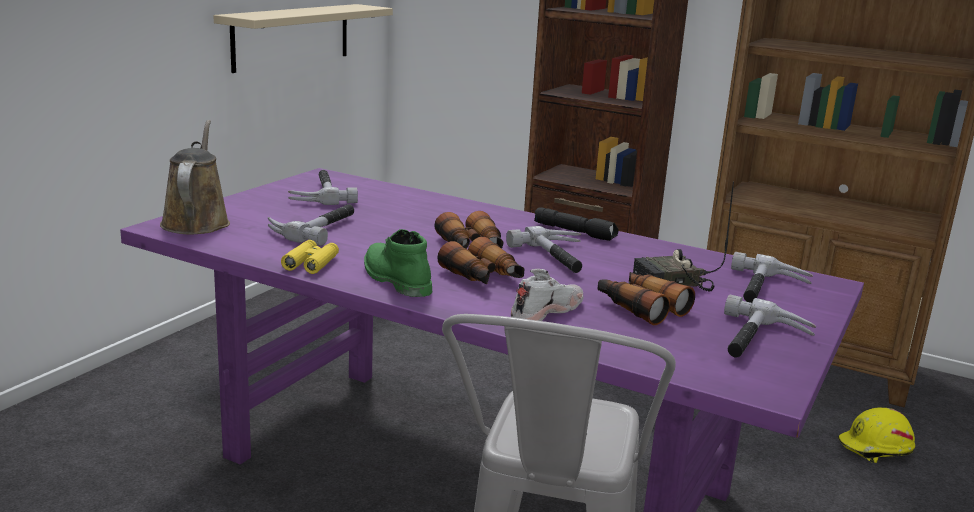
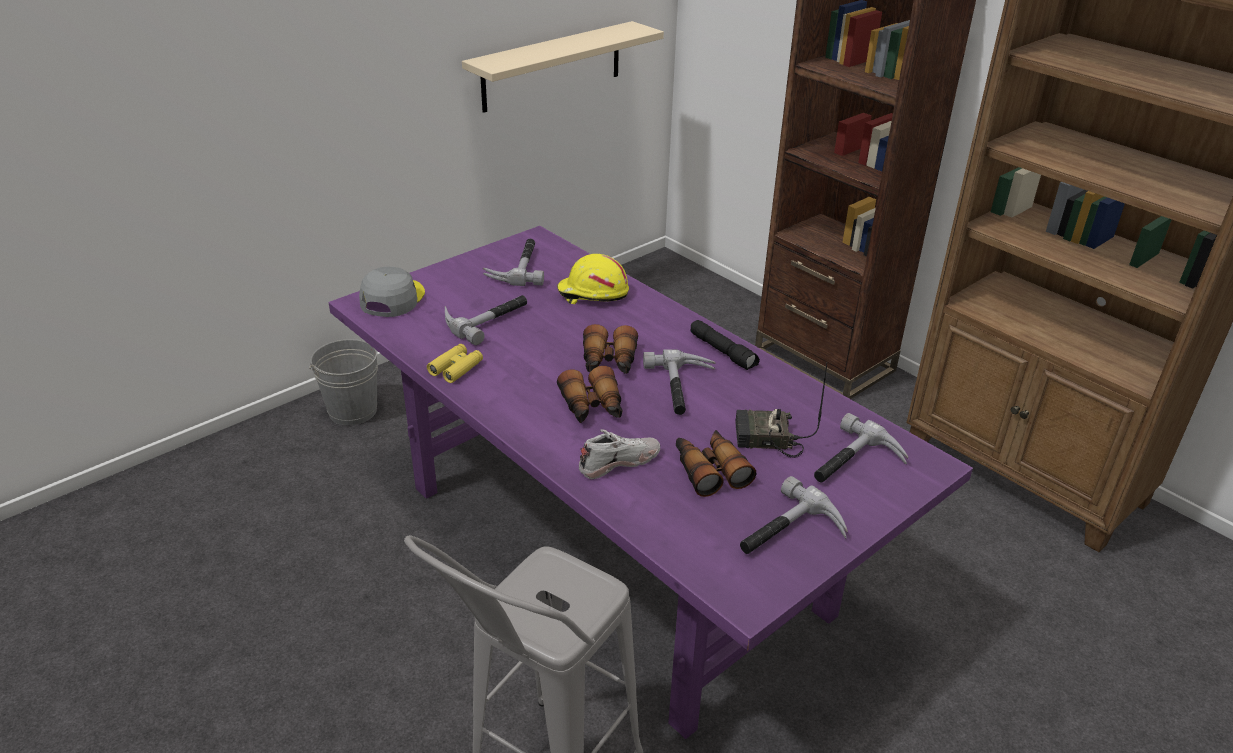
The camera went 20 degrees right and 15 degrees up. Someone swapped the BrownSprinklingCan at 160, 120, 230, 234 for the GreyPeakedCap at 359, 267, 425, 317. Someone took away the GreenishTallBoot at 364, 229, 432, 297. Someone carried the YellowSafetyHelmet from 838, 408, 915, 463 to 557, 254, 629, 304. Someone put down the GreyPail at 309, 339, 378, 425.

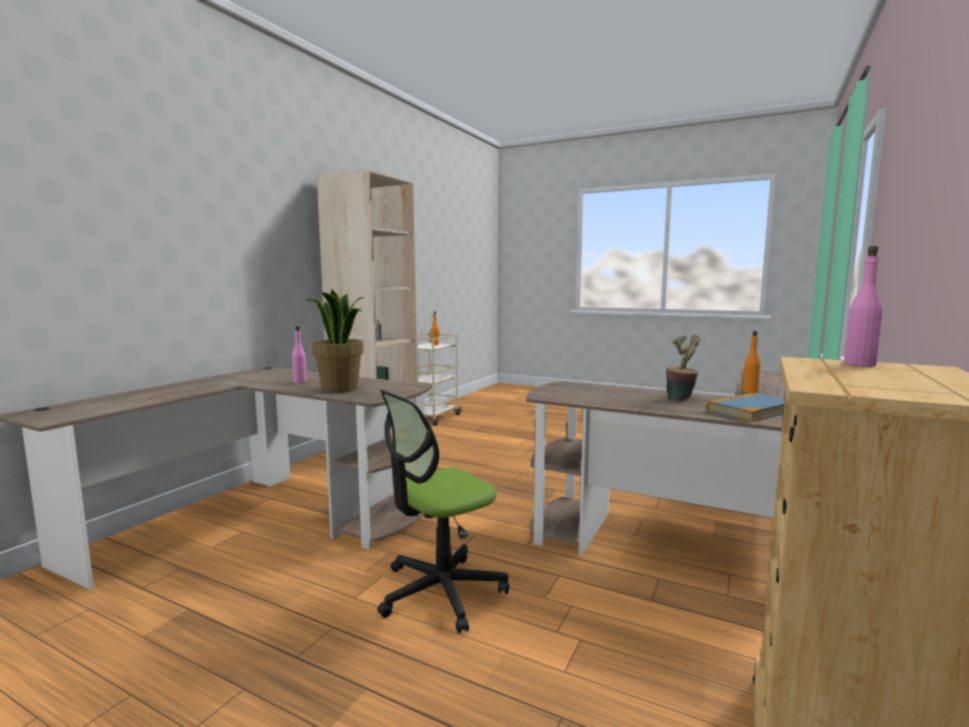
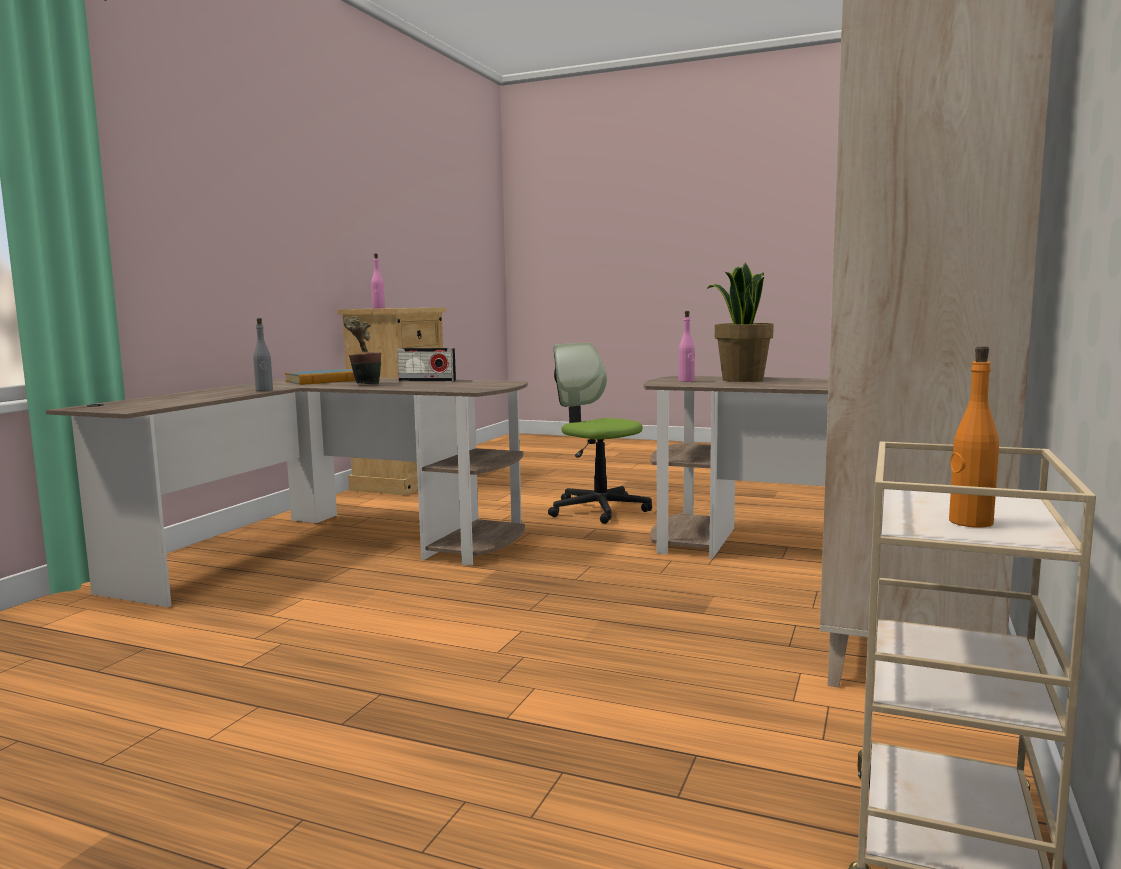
The camera went 175 degrees right and 0 degrees up. Someone carried the PinkColouredDrinkBottle from 292, 326, 307, 383 to 679, 311, 695, 382. Someone rotated the ComputerChair at 377, 389, 509, 633 by 90 degrees counterclockwise. Someone repainted the OrangeColouredDrinkBottle at 742, 331, 760, 393, which became the GreyDrinkBottle at 253, 318, 273, 391. Someone put down the Radio at 397, 348, 456, 382.

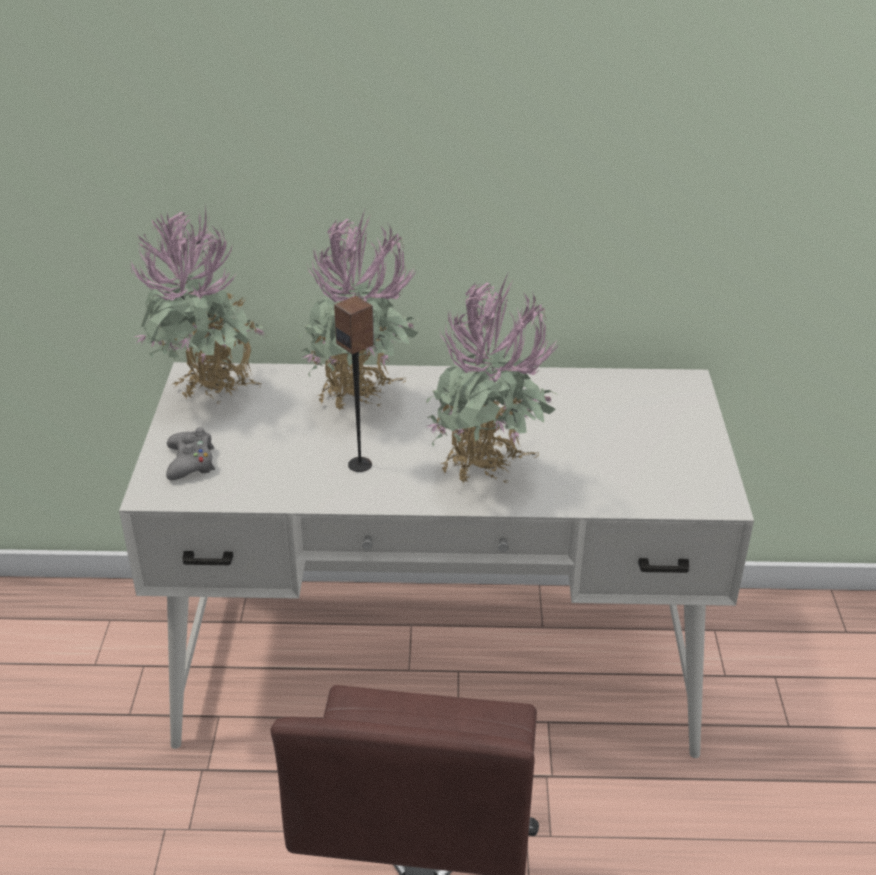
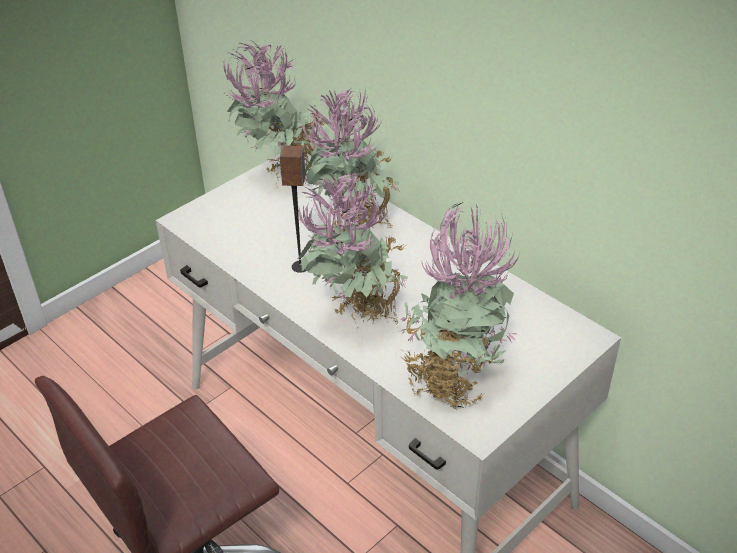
The camera went 45 degrees right and 5 degrees up. Someone took away the GreyGamepad at 166, 427, 215, 480. Someone put down the PottedPlant at 400, 202, 520, 408.

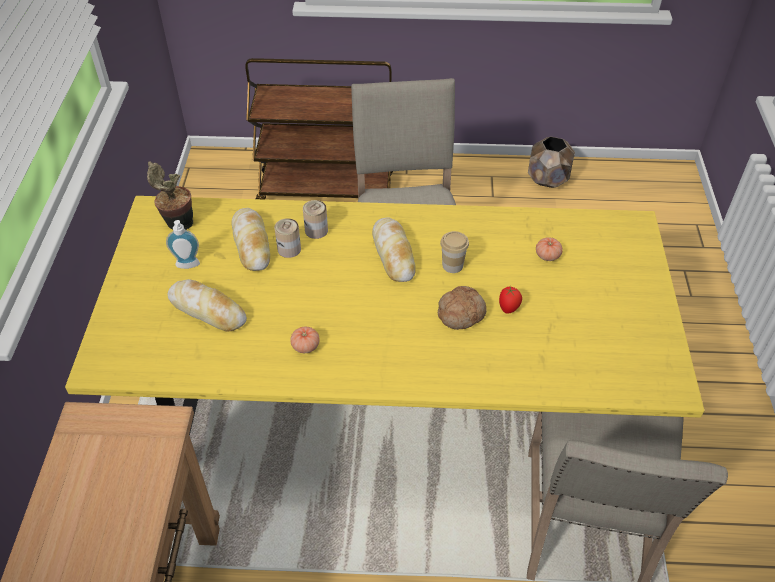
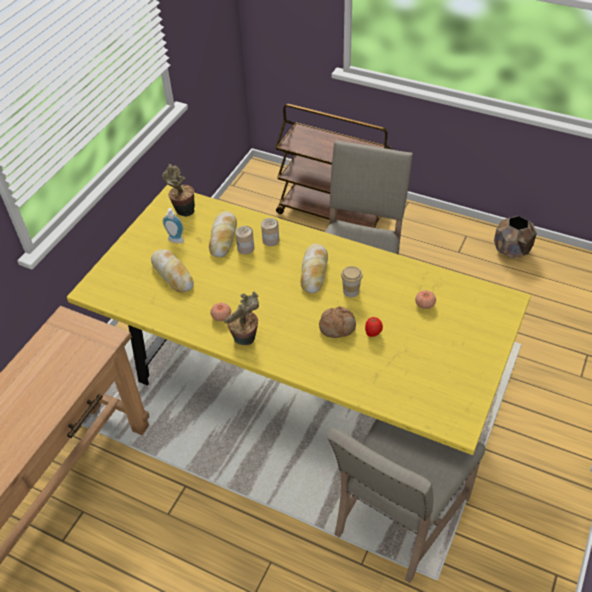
The camera went 25 degrees right and 0 degrees up. Someone put down the PottedPlant at 224, 292, 259, 345.

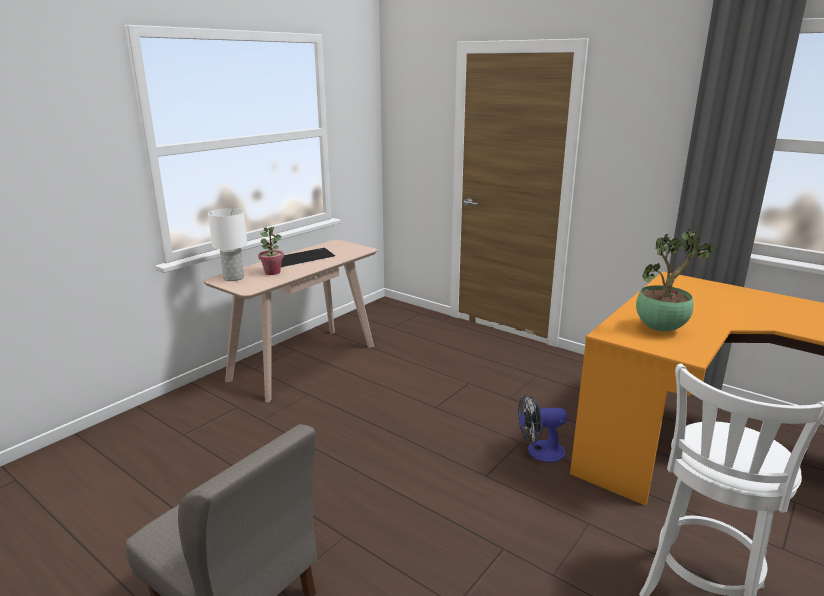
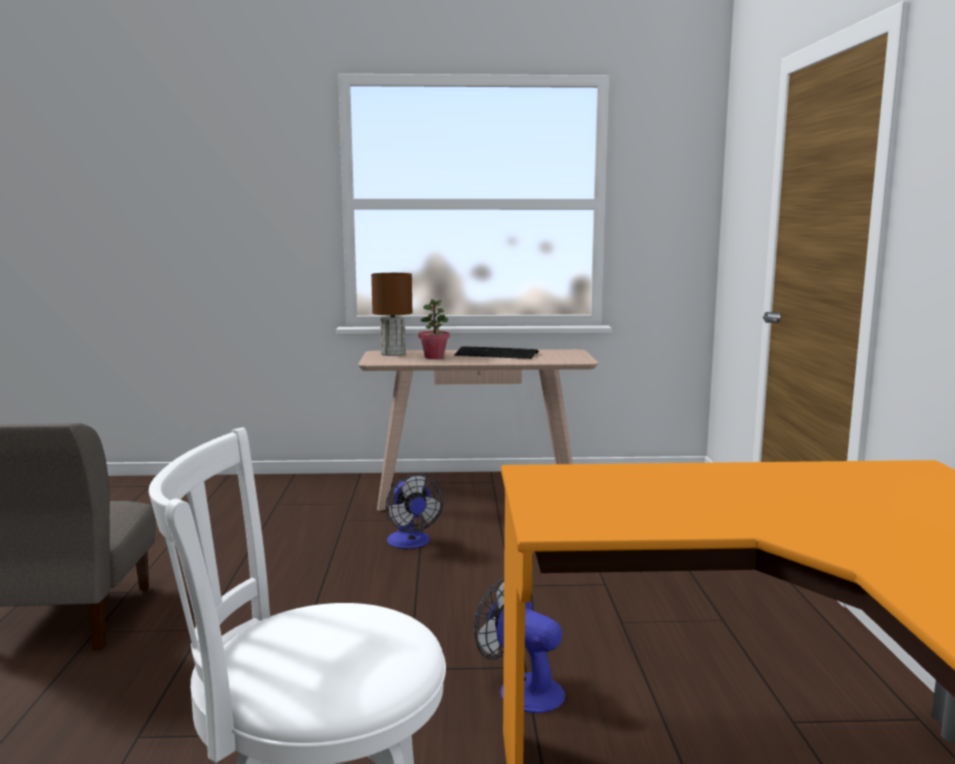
The camera went 50 degrees right and 10 degrees down. Someone repainted the WhitishTableLamp at 208, 208, 247, 281, which became the BrownTableLamp at 371, 273, 412, 356. Someone took away the PottedPlant at 636, 229, 716, 332. Someone put down the Fan at 386, 474, 444, 549.

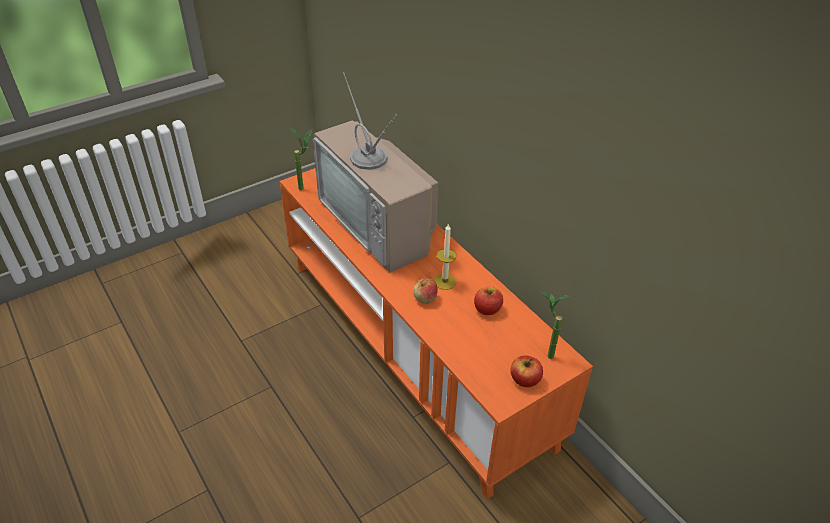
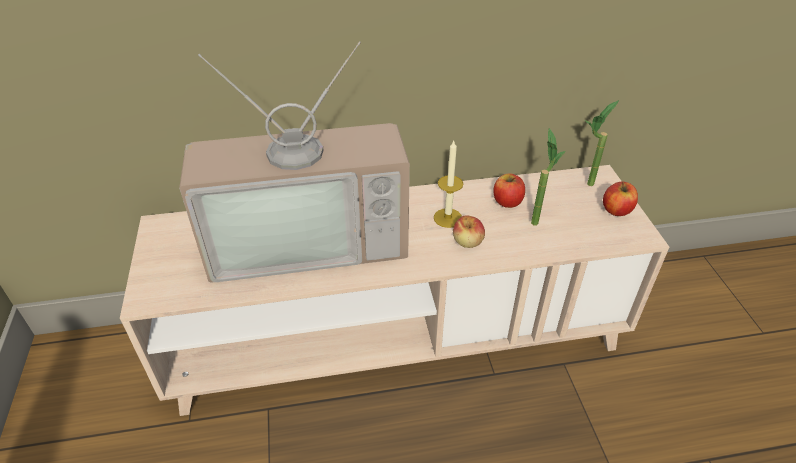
The camera went 65 degrees left and 0 degrees up. Someone repainted the OrangeColouredTvUnit at 279, 168, 593, 499, which became the BeigeColouredTvUnit at 120, 165, 669, 416. Someone carried the PottedPlant from 290, 128, 312, 190 to 531, 128, 566, 225.

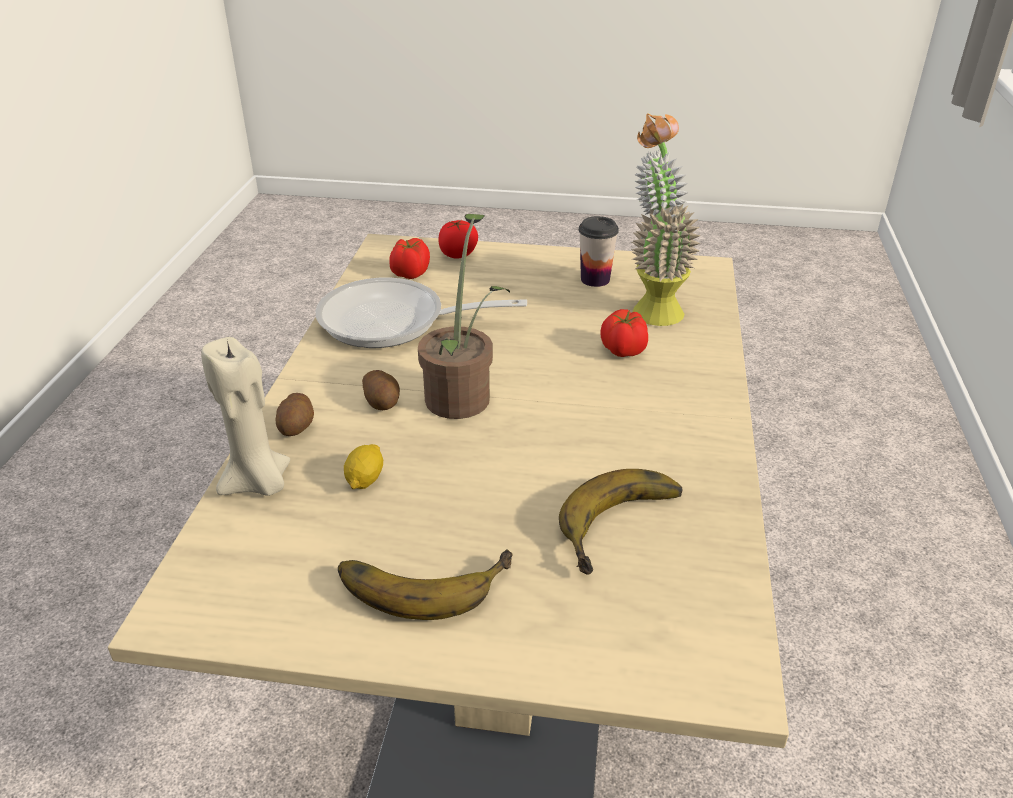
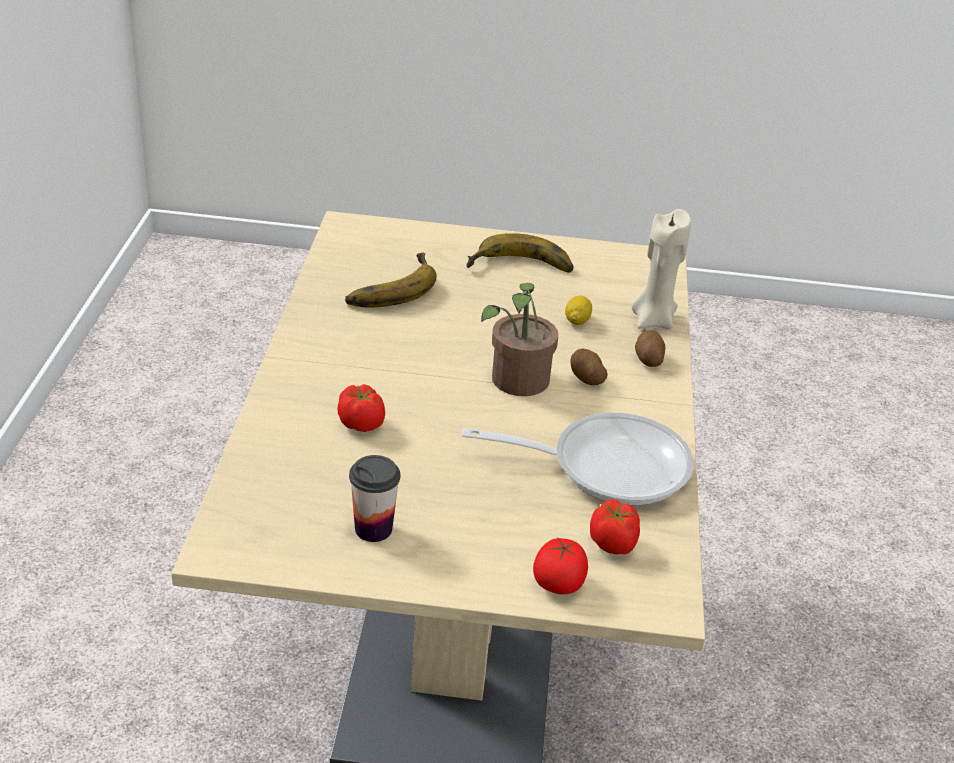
The camera went 175 degrees right and 0 degrees up. Someone took away the PottedPlant at 631, 113, 701, 326.

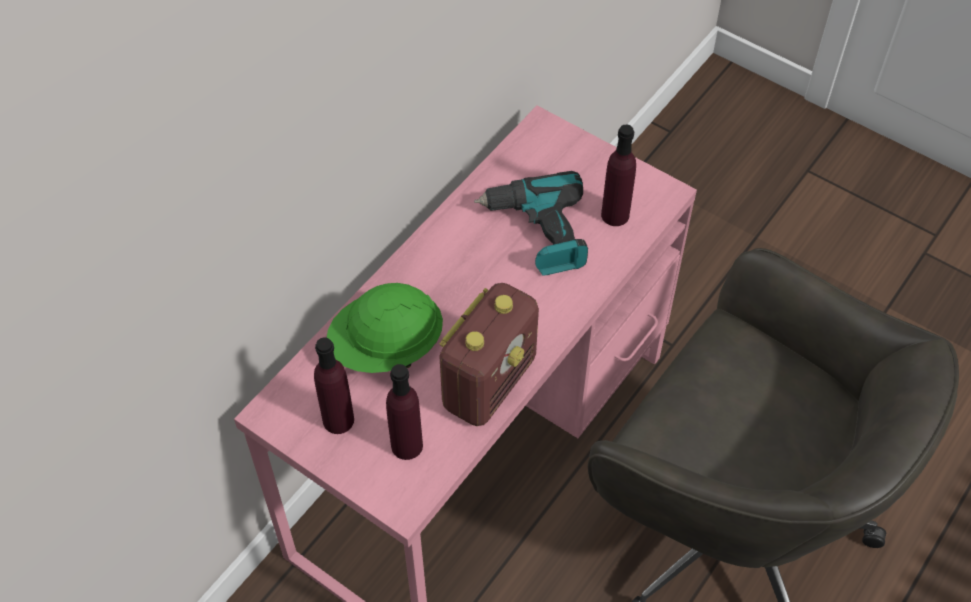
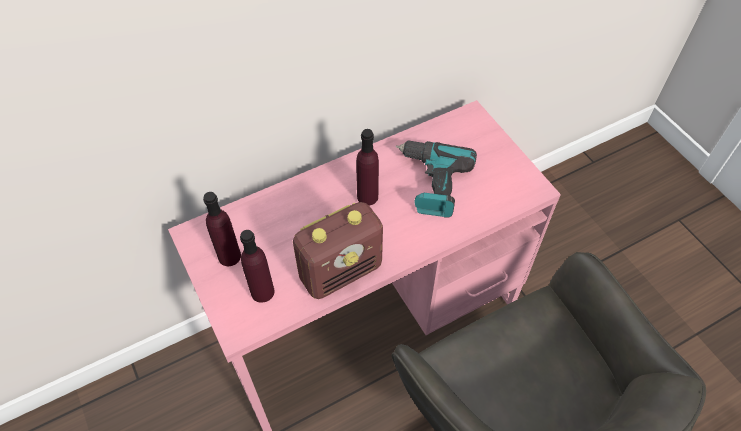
The camera went 25 degrees right and 0 degrees up. Someone took away the GreenishSafetyHelmet at 327, 283, 443, 373. Someone carried the PurplishDrinkBottle from 601, 125, 636, 226 to 356, 129, 379, 206.

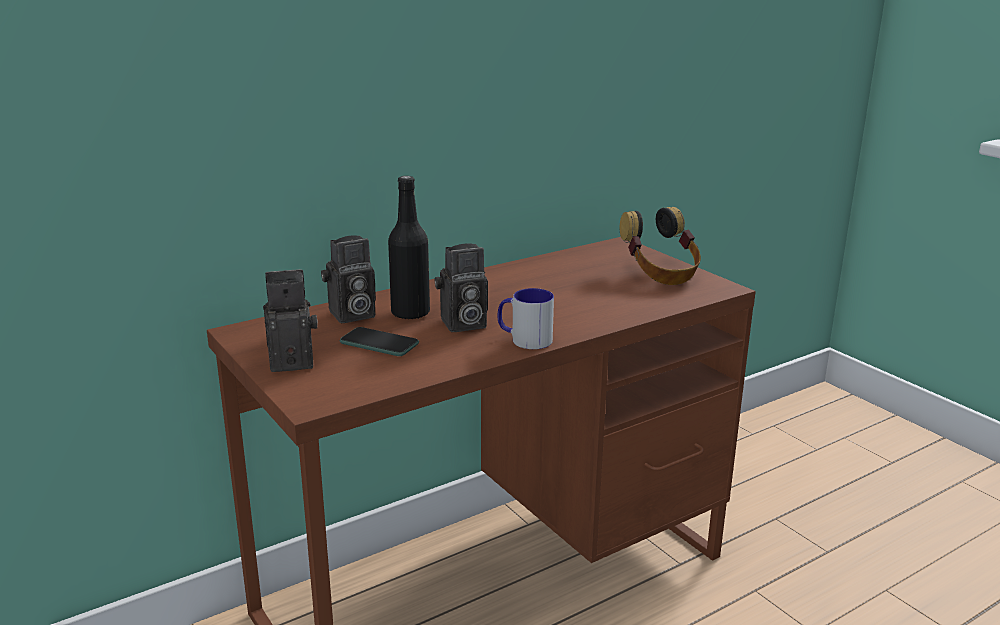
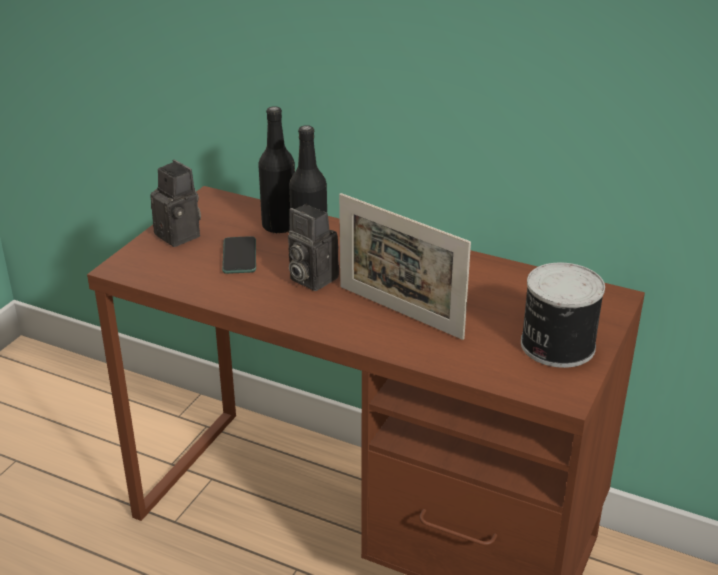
The camera went 60 degrees right and 10 degrees up. Someone swapped the StillCamera at 321, 235, 376, 323 for the BlackishDrinkBottle at 258, 106, 295, 234. Someone took away the CoffeeMug at 498, 288, 554, 349. Someone swapped the PairOfHeadphones at 620, 207, 701, 285 for the SealedCan at 521, 263, 605, 368. Someone put down the PhotoFrame at 339, 193, 471, 340.

